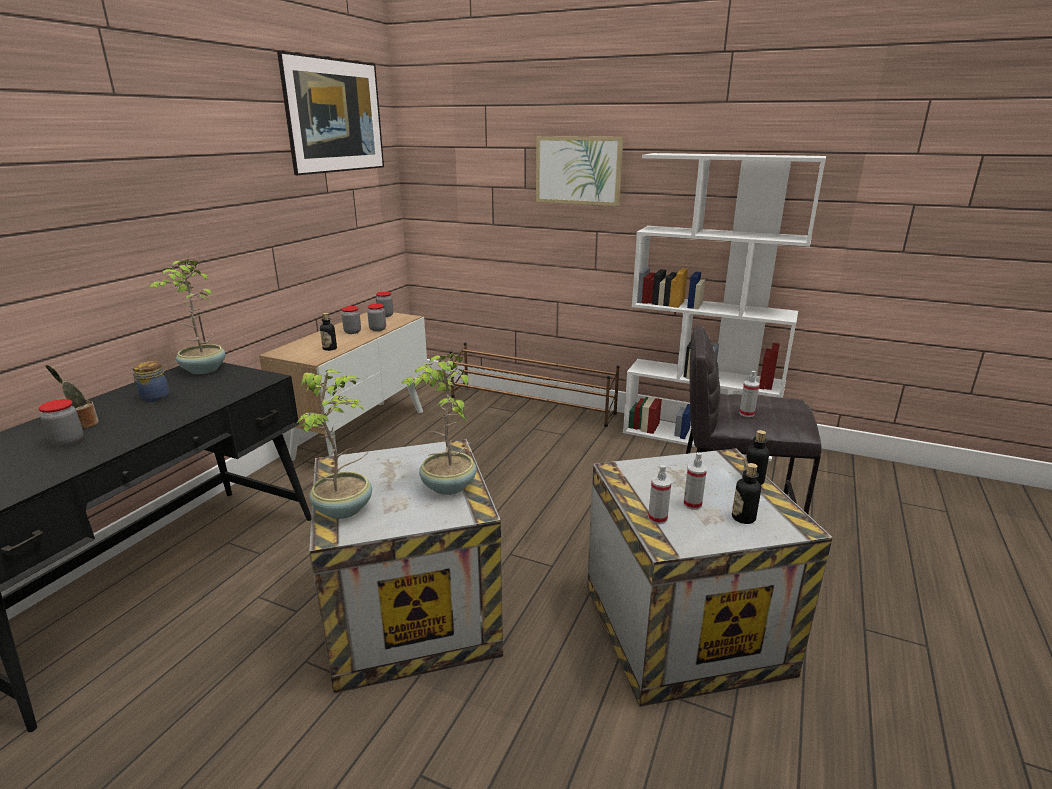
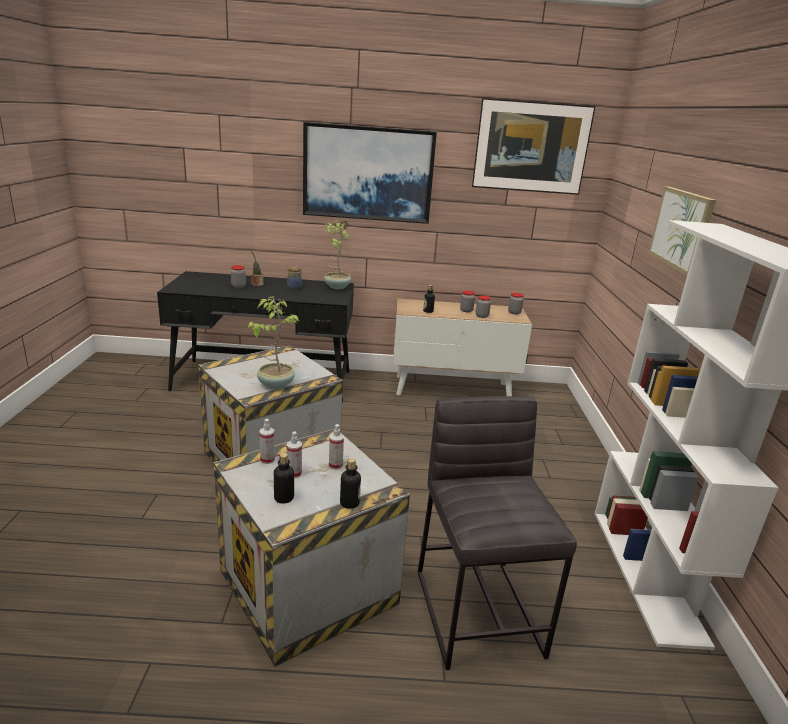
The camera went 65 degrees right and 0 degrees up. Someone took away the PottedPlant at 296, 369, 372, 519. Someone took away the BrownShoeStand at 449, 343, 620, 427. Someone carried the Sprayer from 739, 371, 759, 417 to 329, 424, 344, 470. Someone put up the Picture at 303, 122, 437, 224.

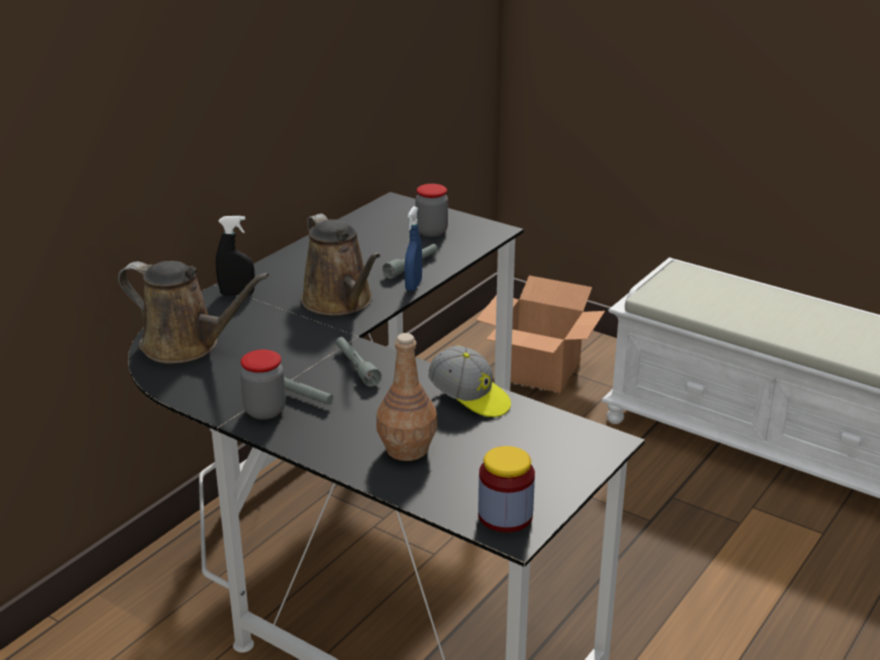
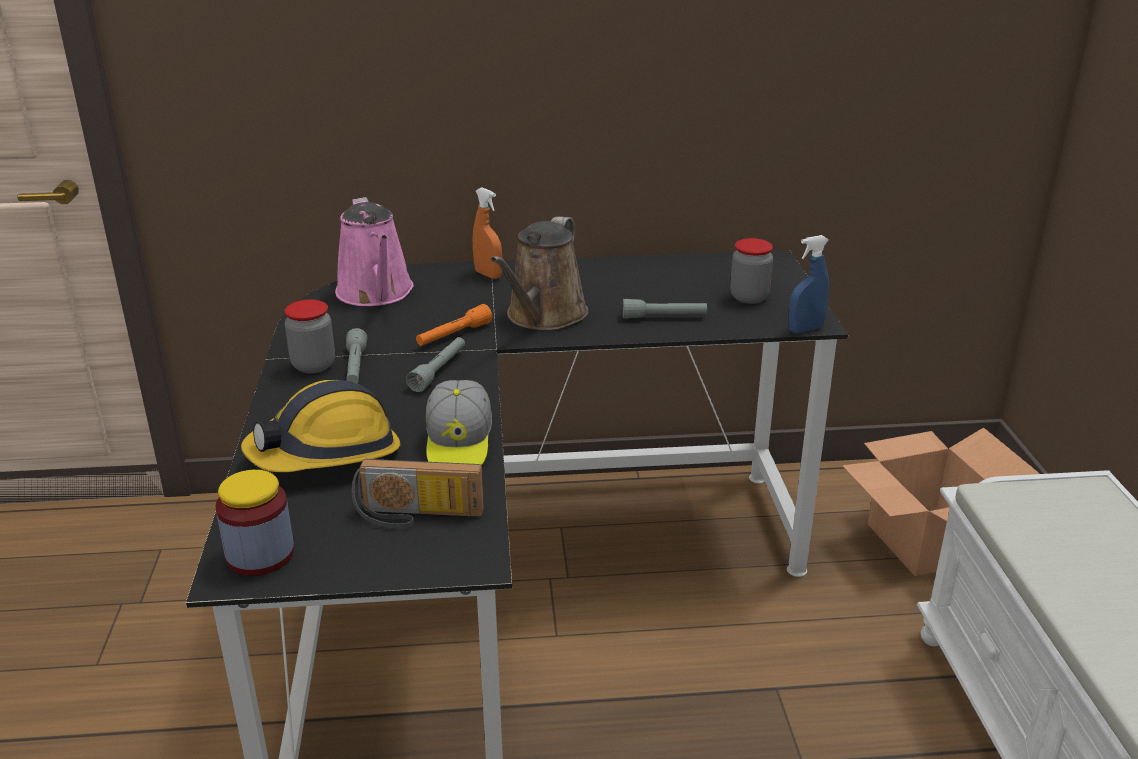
The camera went 50 degrees right and 0 degrees up. Someone repainted the BrownSprinklingCan at 118, 261, 269, 363, which became the PinkColouredSprinklingCan at 335, 197, 414, 306. Someone repainted the BlackishSprayer at 216, 216, 255, 296, which became the OrangeColouredSprayer at 473, 187, 502, 279. Someone swapped the BrownDrinkBottle at 376, 333, 437, 461 for the SafetyHelmet at 241, 380, 400, 472. Someone carried the BlueSprayer from 405, 206, 422, 291 to 789, 235, 829, 333. Someone put down the Radio at 352, 459, 484, 529. Someone put down the OrangeColouredTorch at 416, 304, 492, 346.

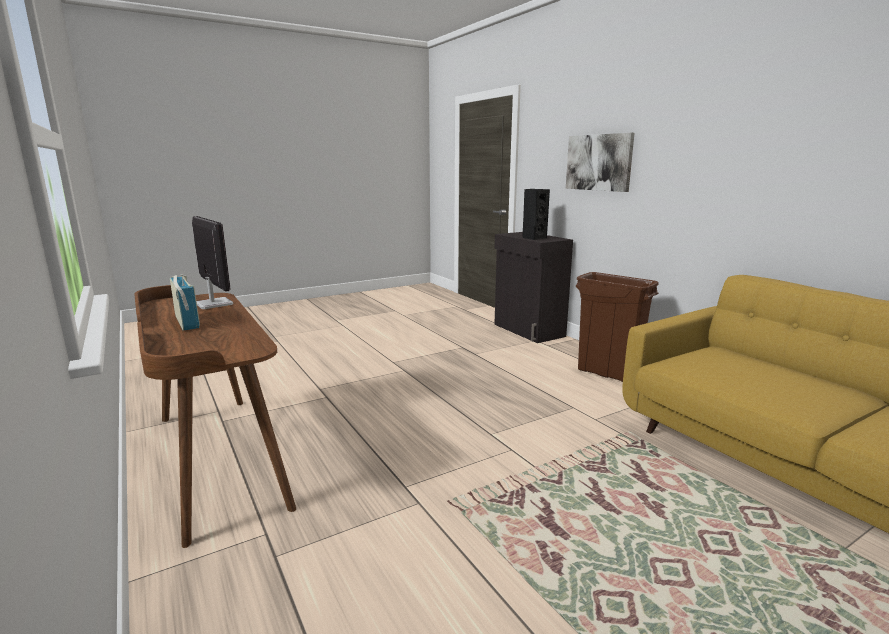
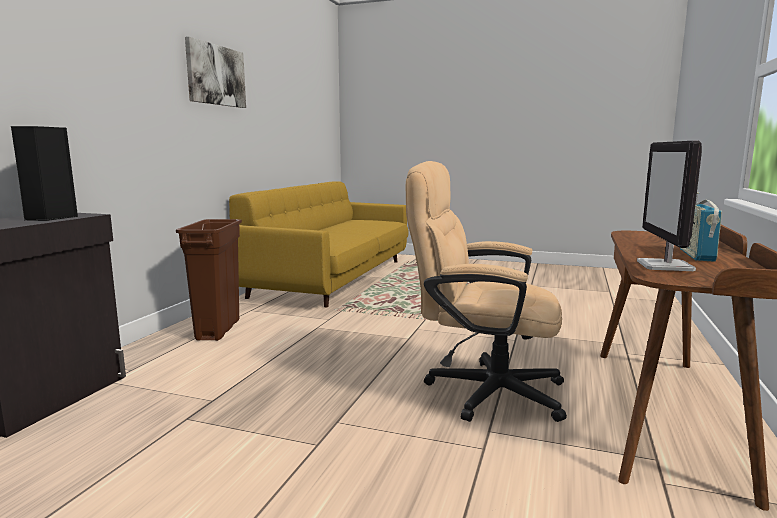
The camera went 130 degrees left and 5 degrees down. Someone carried the Picture from 566, 133, 635, 192 to 185, 37, 246, 108. Someone put down the BeigeColouredComputerChair at 406, 161, 567, 422.

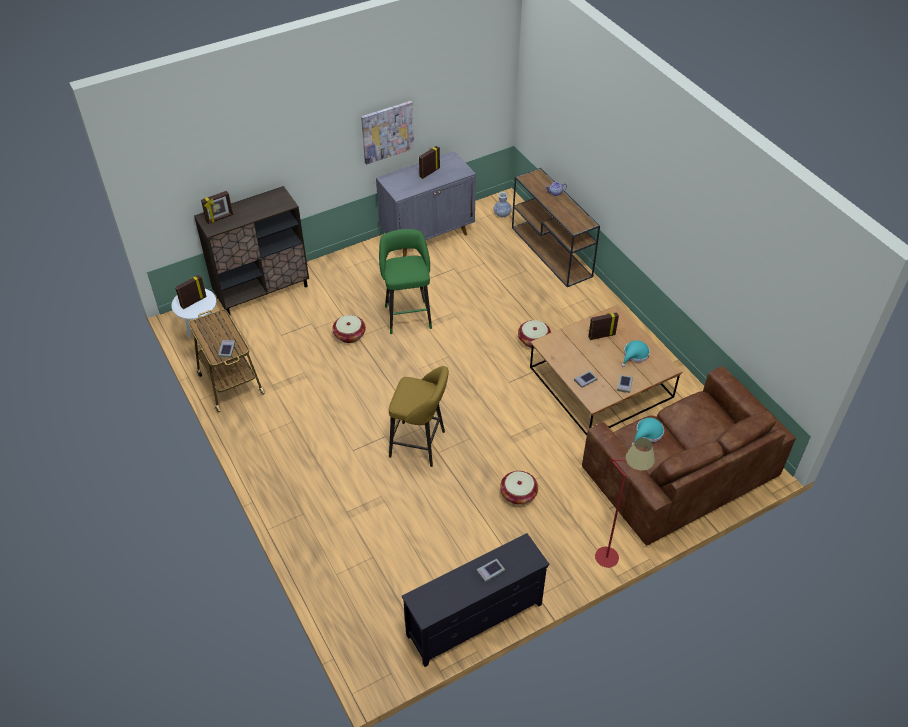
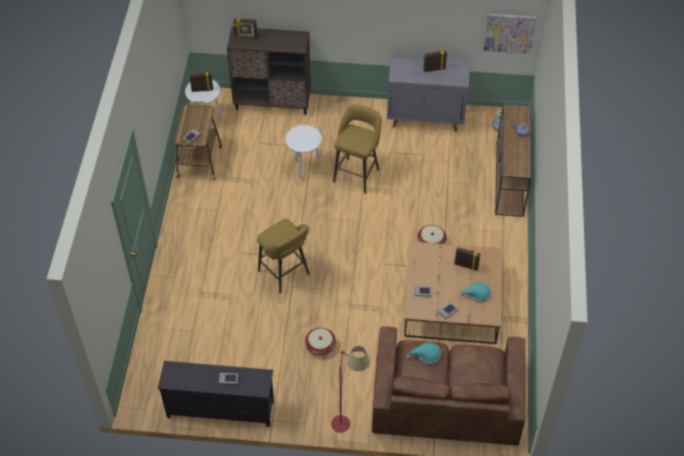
The camera went 35 degrees right and 5 degrees up. Someone swapped the StorageBasket at 332, 315, 366, 343 for the WhitishEndTable at 286, 125, 322, 180. Someone carried the Picture from 361, 101, 414, 164 to 483, 14, 537, 54. Someone repainted the GreenishStool at 379, 229, 432, 334, which became the YellowStool at 333, 104, 382, 193.

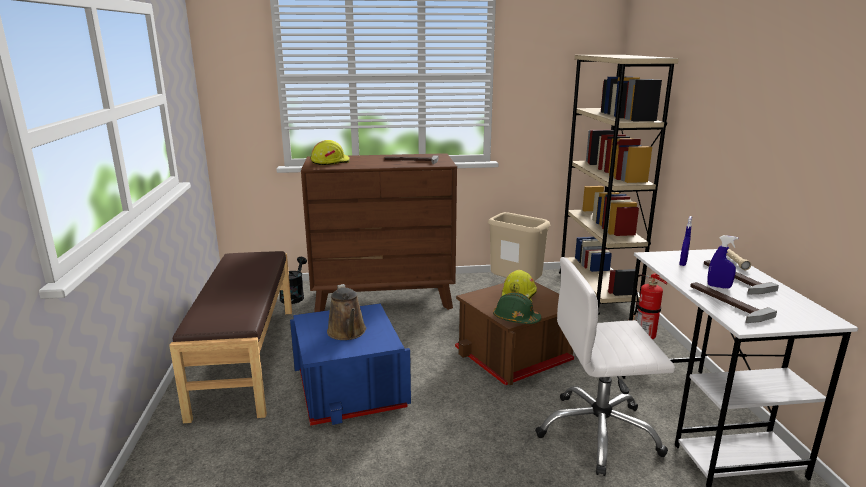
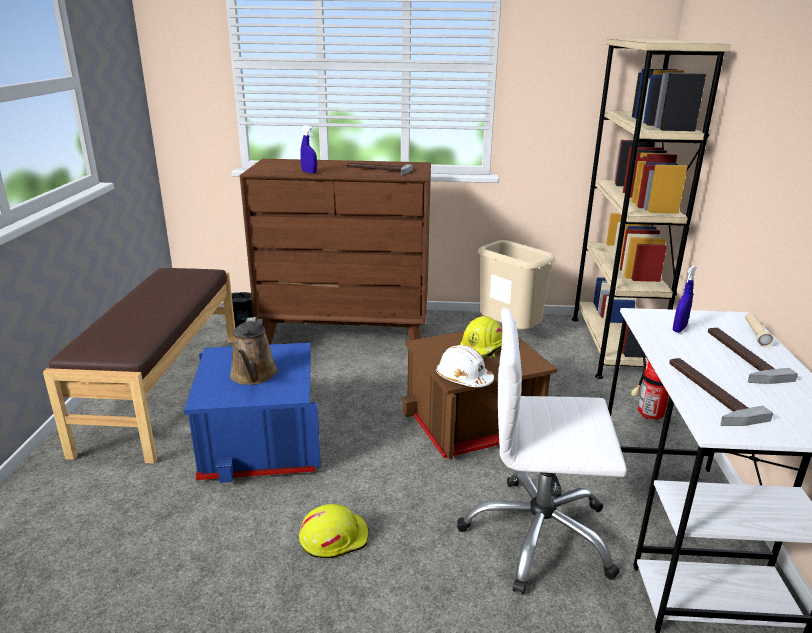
The camera went 10 degrees right and 5 degrees up. Someone carried the YellowSafetyHelmet from 311, 140, 350, 165 to 299, 504, 369, 558. Someone repainted the GreenishSafetyHelmet at 493, 292, 541, 324, which became the WhitishSafetyHelmet at 436, 345, 494, 387. Someone carried the BlueSprayer from 707, 235, 738, 289 to 300, 125, 317, 173.

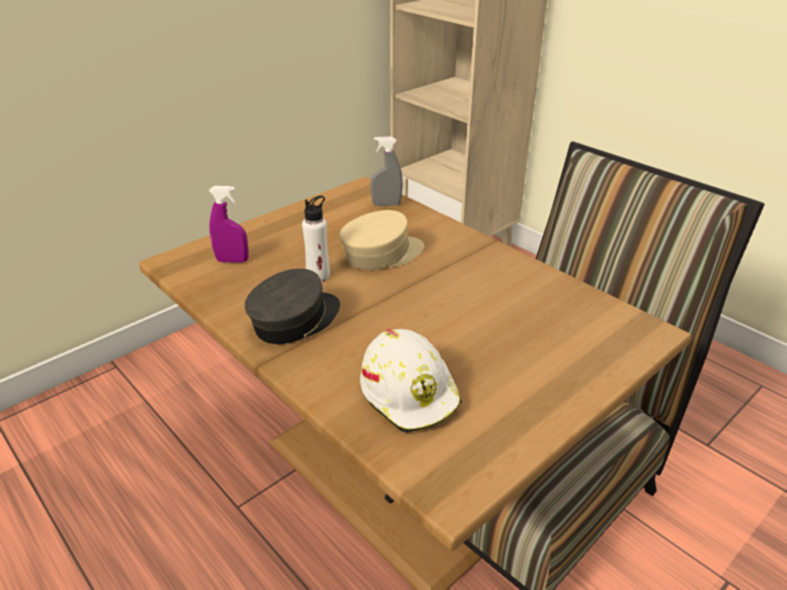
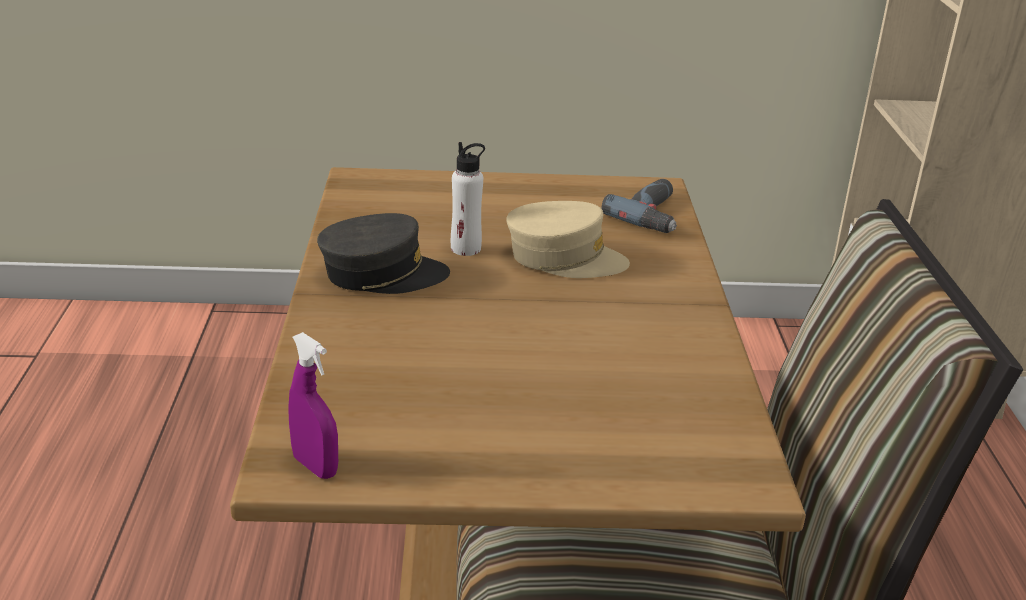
The camera went 40 degrees right and 5 degrees down. Someone carried the PurplishSprayer from 209, 186, 249, 263 to 288, 332, 338, 479. Someone took away the WhitishSafetyHelmet at 360, 329, 462, 433. Someone swapped the GreySprayer at 371, 137, 403, 206 for the ElectricDrill at 601, 179, 677, 233.

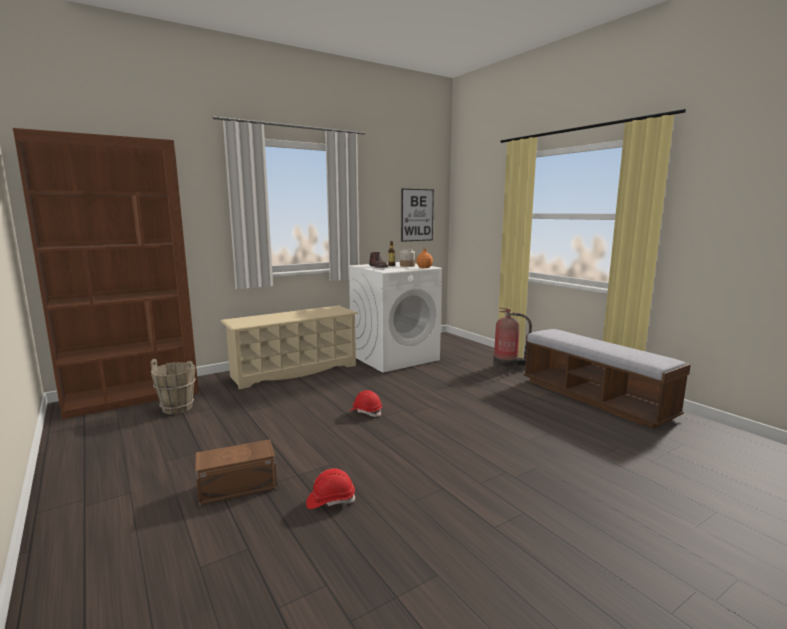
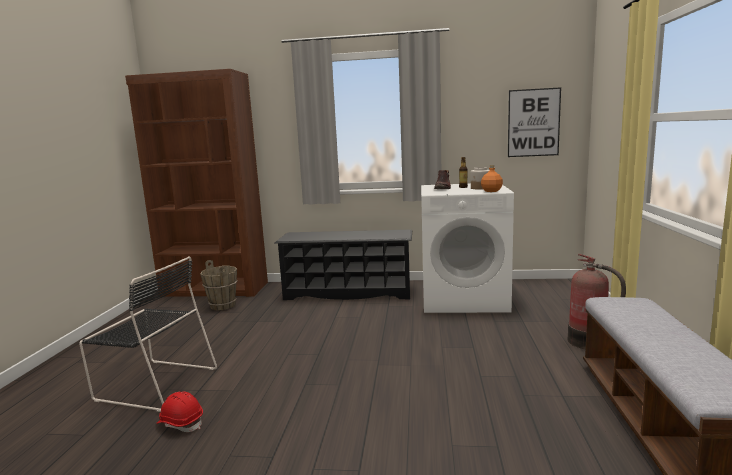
The camera went 40 degrees right and 0 degrees up. Someone swapped the BrownStorageBin at 195, 439, 277, 505 for the BlackishUprightChair at 79, 256, 217, 412. Someone repainted the BeigeColouredShoeStand at 220, 306, 358, 389, which became the BlackishShoeStand at 274, 230, 412, 300. Someone took away the RedSafetyHelmet at 350, 390, 382, 417.

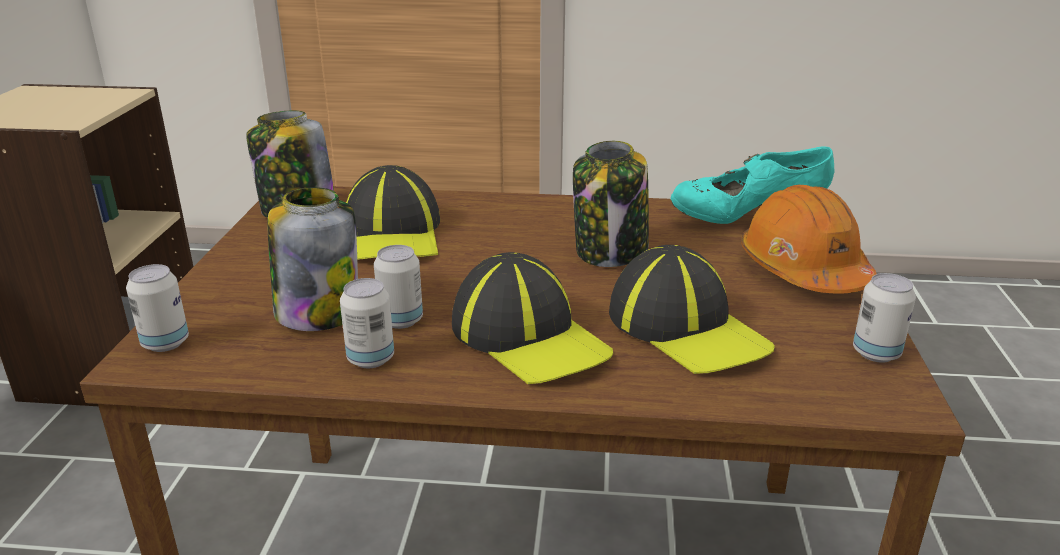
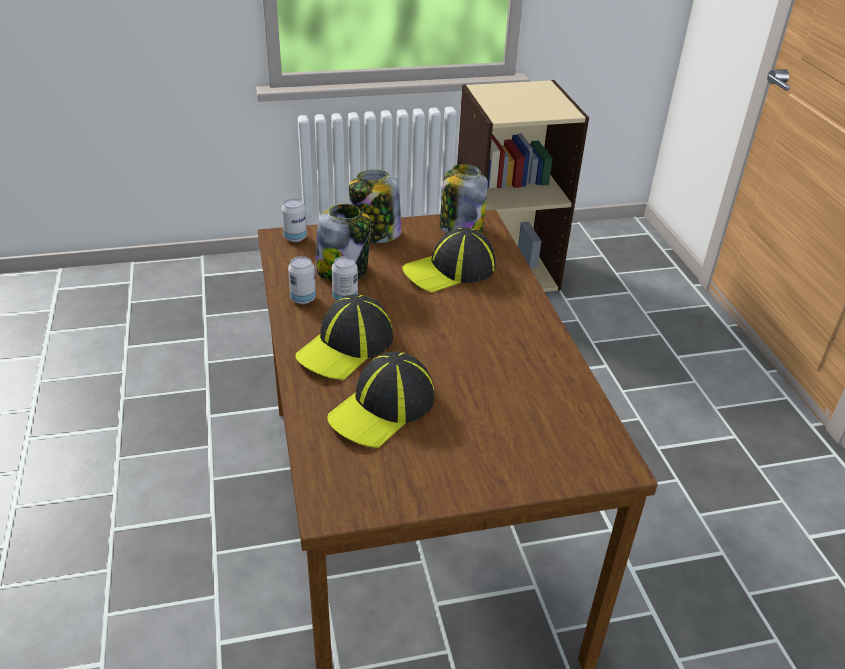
The camera went 70 degrees right and 10 degrees up. Someone carried the PreserveJar from 573, 141, 649, 267 to 349, 170, 401, 243. Someone took away the TurquoiseColouredShoe at 671, 146, 834, 224. Someone took away the OrangeColouredSafetyHelmet at 741, 185, 876, 294. Someone took away the SealedCan at 853, 273, 916, 363.

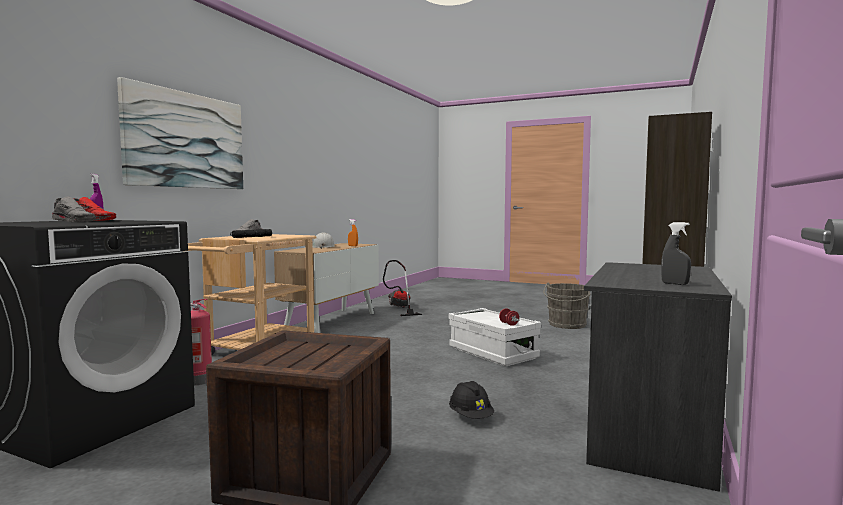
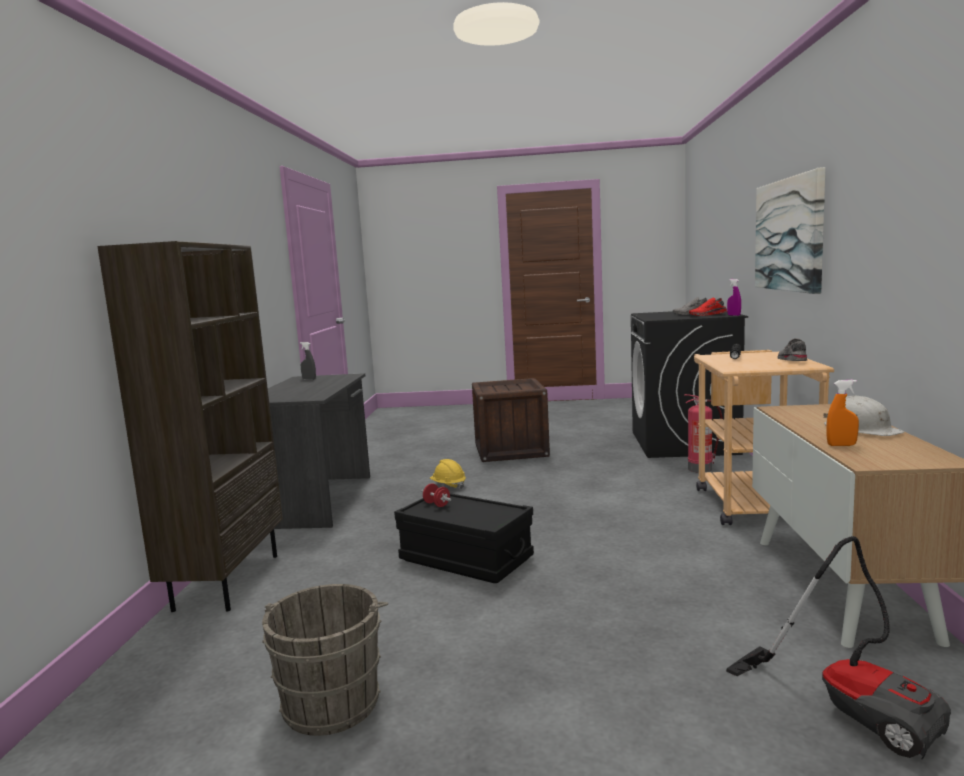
The camera went 160 degrees right and 5 degrees up. Someone repainted the WhitishStorageBin at 449, 308, 541, 366, which became the BlackishStorageBin at 394, 493, 534, 583. Someone repainted the BlackishSafetyHelmet at 449, 381, 495, 419, which became the YellowSafetyHelmet at 430, 459, 466, 489.

